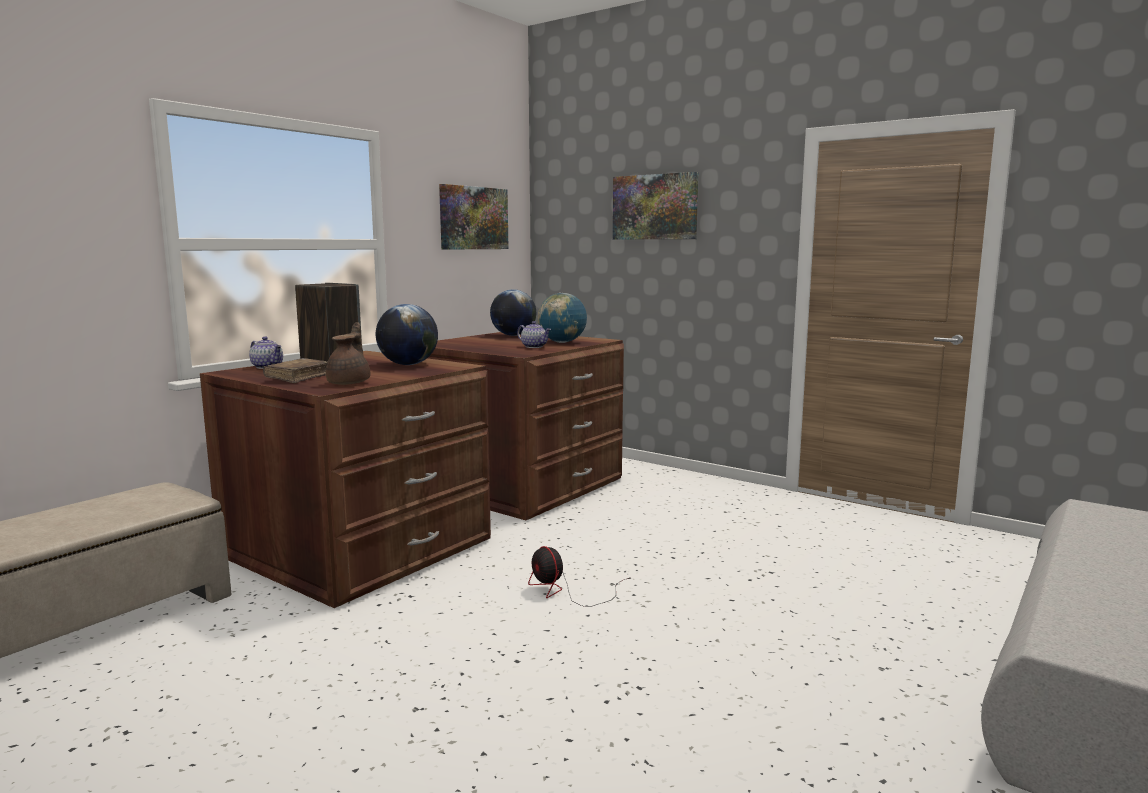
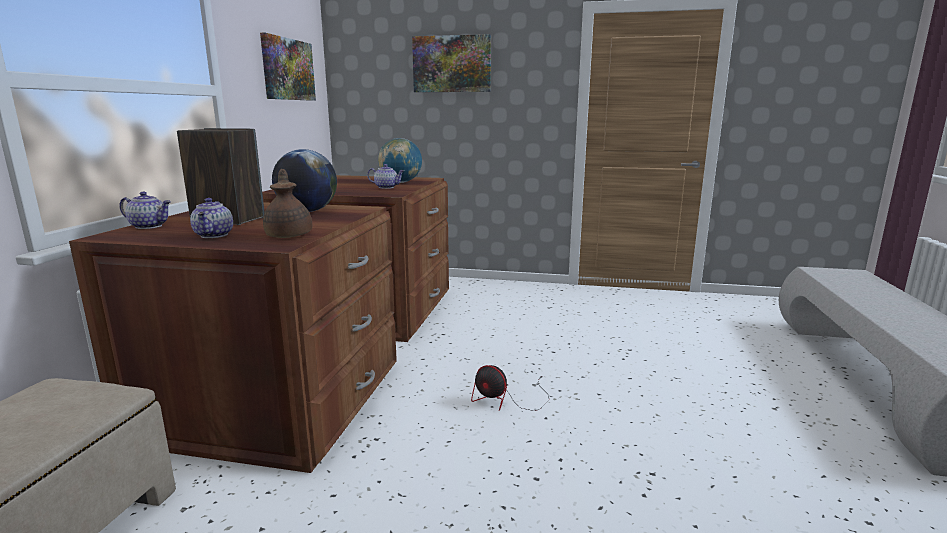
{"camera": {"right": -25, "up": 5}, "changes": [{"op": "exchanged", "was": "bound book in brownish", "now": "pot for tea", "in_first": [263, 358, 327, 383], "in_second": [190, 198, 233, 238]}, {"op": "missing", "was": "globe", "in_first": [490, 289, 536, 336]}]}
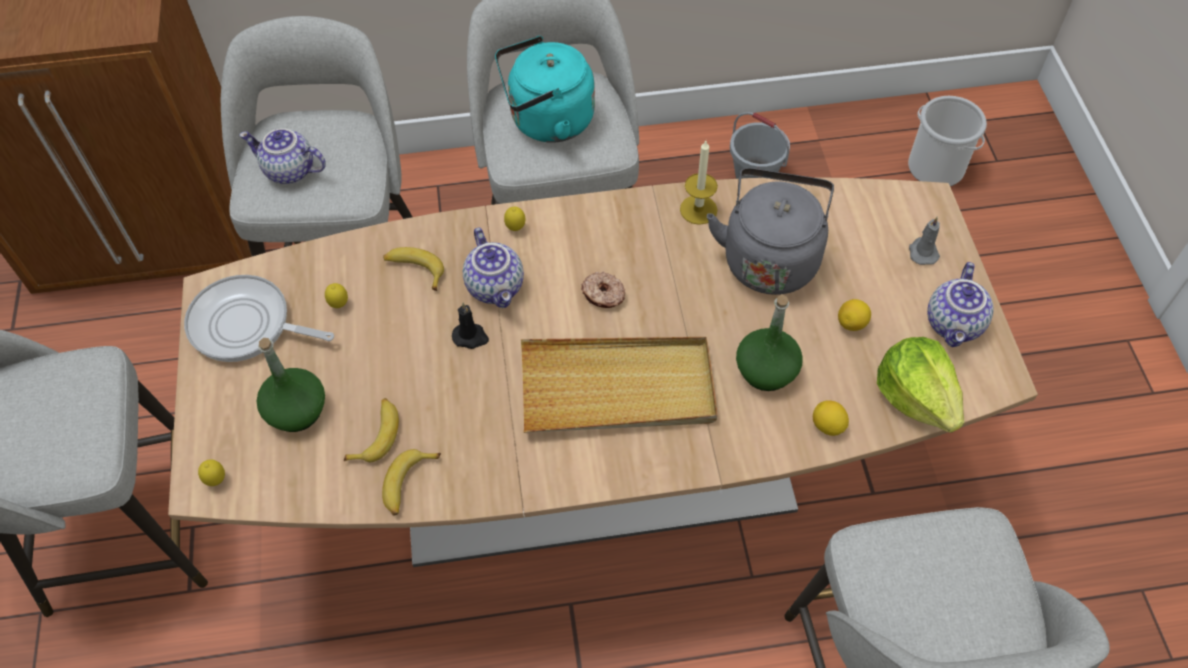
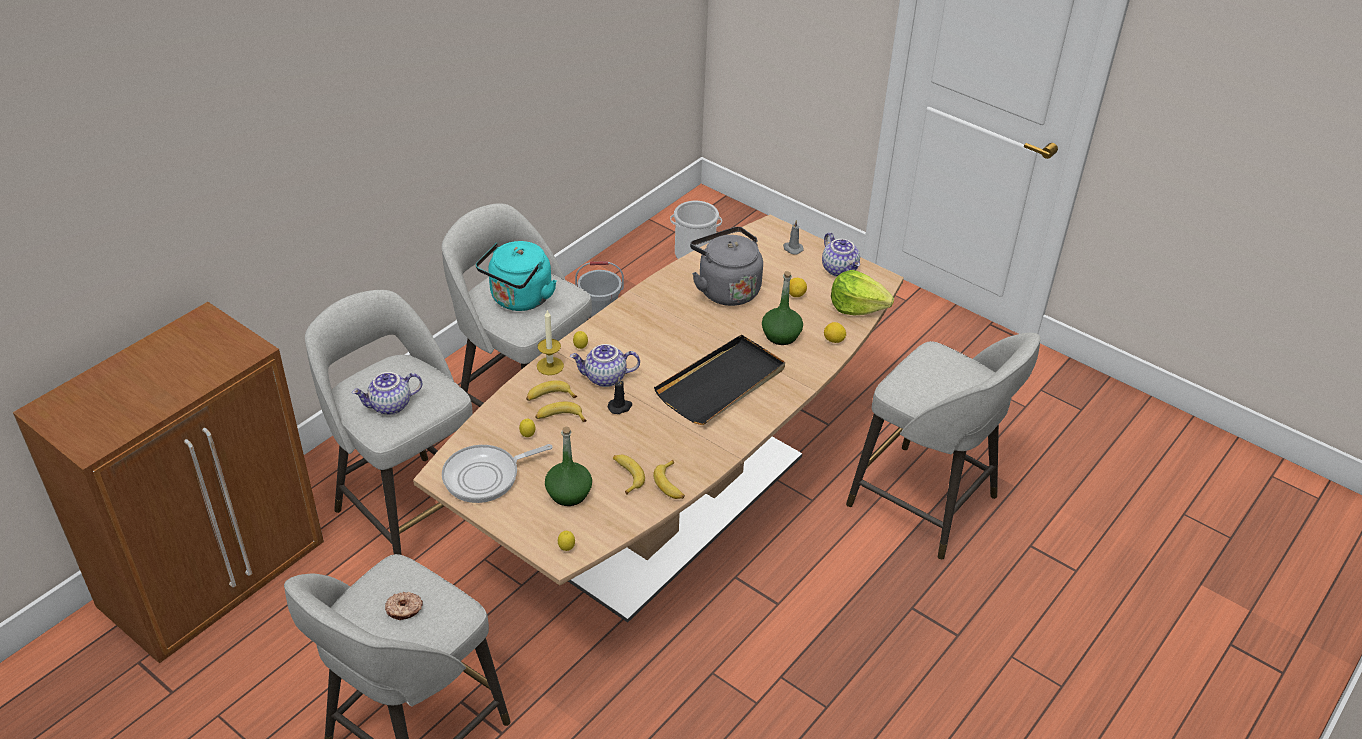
{"camera": {"right": -45, "up": -15}, "changes": [{"op": "spun", "was": "pot for tea", "in_first": [463, 228, 524, 308], "in_second": [570, 344, 640, 387], "clockwise": 150}, {"op": "colour", "was": "carrying tray in sand-coloured", "now": "carrying tray in blackish", "in_first": [521, 337, 717, 433], "in_second": [654, 334, 785, 425]}, {"op": "relocated", "was": "doughnut", "in_first": [581, 272, 625, 308], "in_second": [385, 592, 423, 620]}, {"op": "relocated", "was": "wax candle", "in_first": [680, 141, 718, 225], "in_second": [537, 309, 564, 375]}, {"op": "appeared", "now": "banana fruit", "in_second": [535, 402, 587, 422]}]}
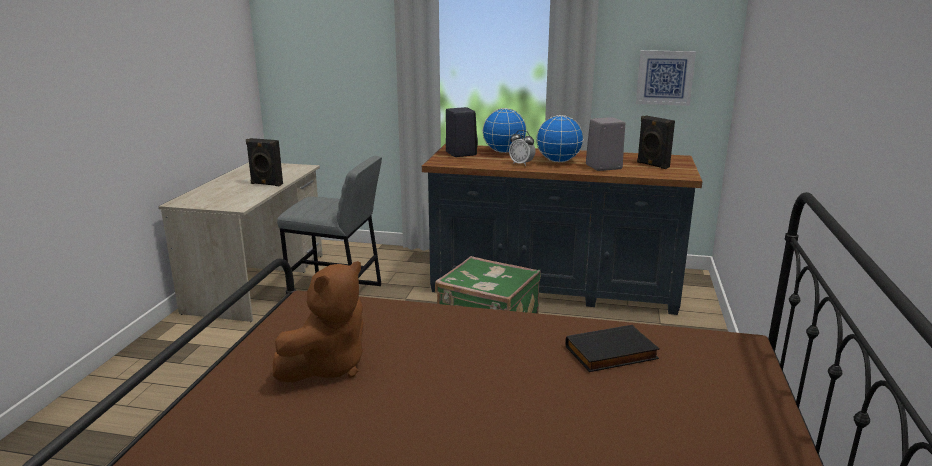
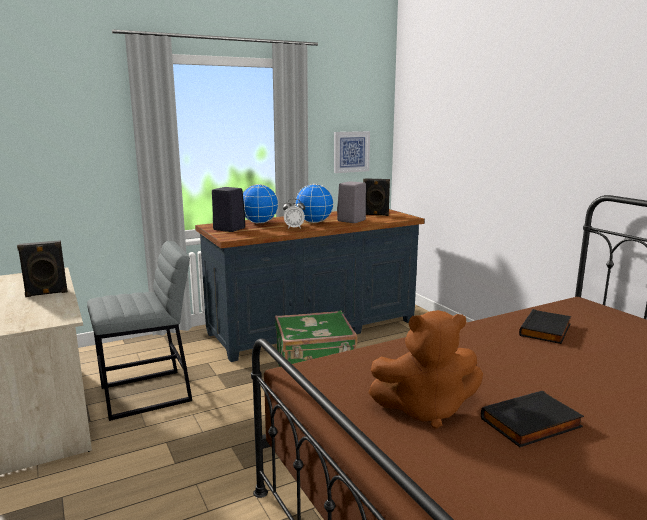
{"camera": {"right": -40, "up": -5}, "changes": [{"op": "spun", "was": "soft toy in brownish", "in_first": [273, 261, 364, 383], "in_second": [368, 310, 483, 429], "clockwise": 90}, {"op": "appeared", "now": "bound book in blackish", "in_second": [481, 391, 584, 447]}]}
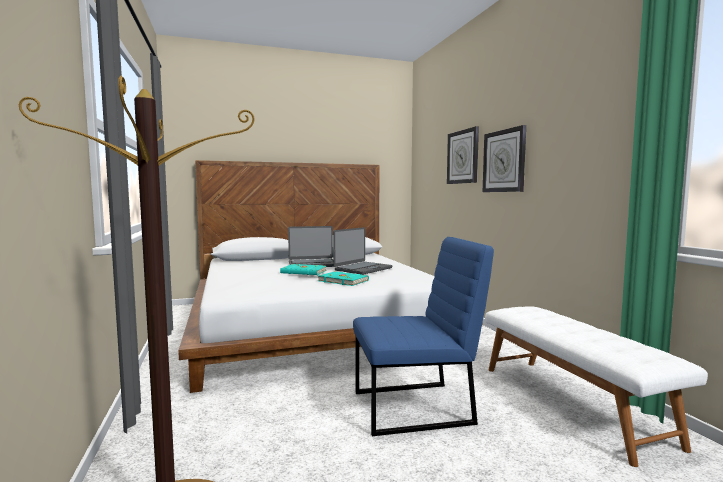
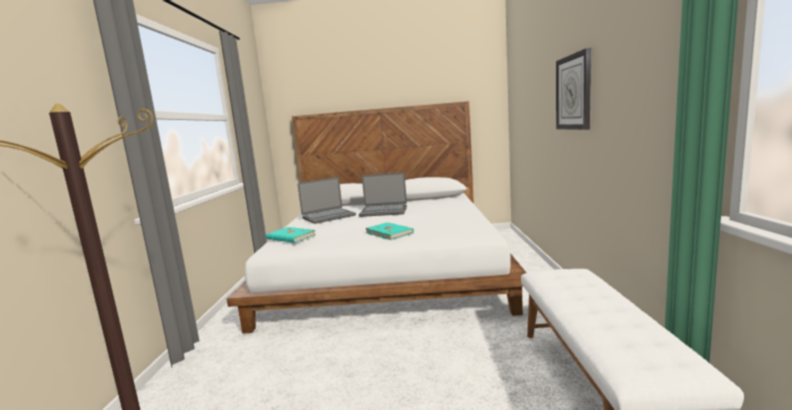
{"camera": {"right": 20, "up": 5}, "changes": [{"op": "relocated", "was": "bound book in turquoise-coloured", "in_first": [280, 264, 327, 275], "in_second": [266, 227, 316, 243]}, {"op": "relocated", "was": "notebook computer", "in_first": [333, 227, 392, 275], "in_second": [298, 177, 356, 224]}, {"op": "missing", "was": "upright chair in blue-coloured", "in_first": [353, 237, 494, 436]}, {"op": "missing", "was": "hanging clock", "in_first": [447, 126, 479, 184]}]}
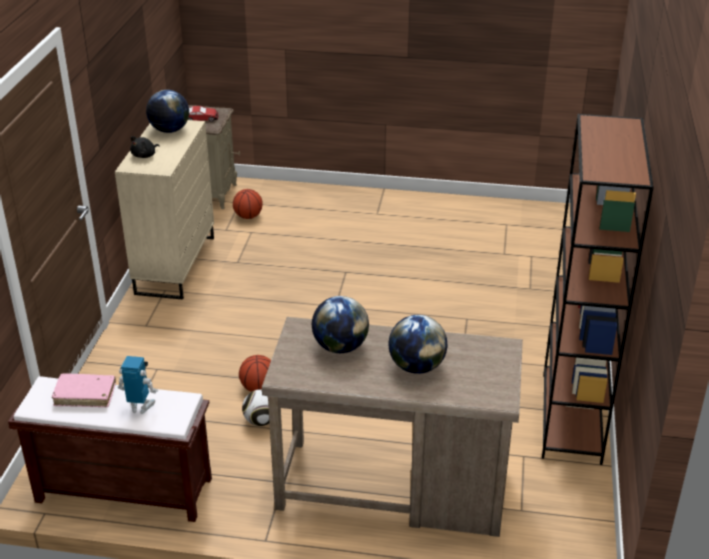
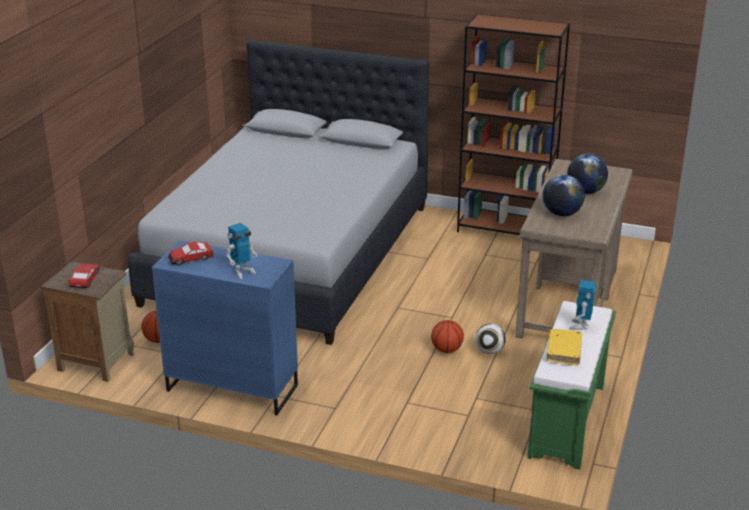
{"camera": {"right": -80, "up": -5}, "changes": [{"op": "colour", "was": "bench in brownish", "now": "bench in green", "in_first": [8, 376, 212, 522], "in_second": [527, 301, 615, 470]}, {"op": "colour", "was": "bound book in pink", "now": "bound book in yellowish", "in_first": [52, 373, 116, 407], "in_second": [547, 329, 582, 365]}, {"op": "colour", "was": "chest of drawers in sand-coloured", "now": "chest of drawers in blue-coloured", "in_first": [115, 120, 214, 300], "in_second": [152, 240, 298, 416]}, {"op": "exchanged", "was": "soft toy in blackish", "now": "robot figure", "in_first": [130, 136, 160, 158], "in_second": [226, 223, 257, 279]}, {"op": "exchanged", "was": "globe", "now": "toy car", "in_first": [146, 90, 189, 133], "in_second": [168, 242, 214, 266]}, {"op": "appeared", "now": "bed in gray", "in_second": [127, 39, 429, 345]}]}
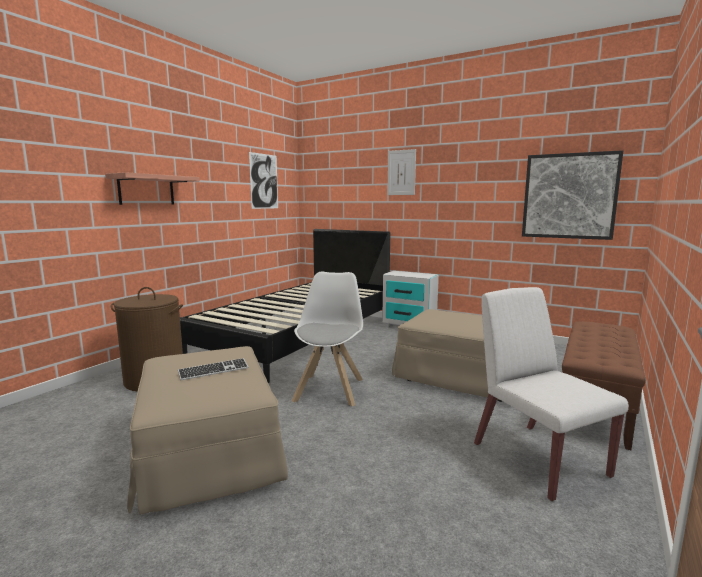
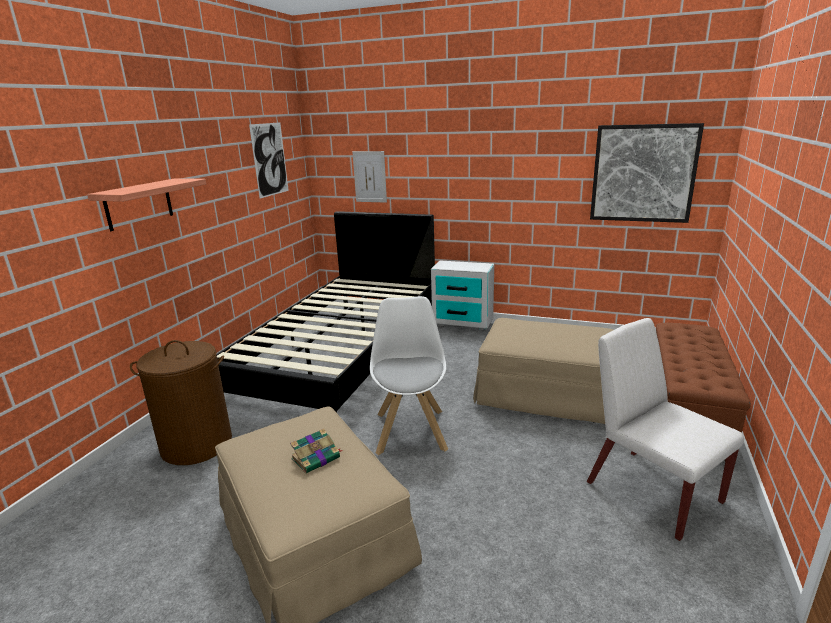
{"camera": {"right": -10, "up": 10}, "changes": [{"op": "exchanged", "was": "keyboard", "now": "bound book", "in_first": [178, 358, 249, 380], "in_second": [290, 428, 343, 474]}, {"op": "relocated", "was": "picture", "in_first": [387, 149, 416, 195], "in_second": [352, 151, 387, 203]}]}
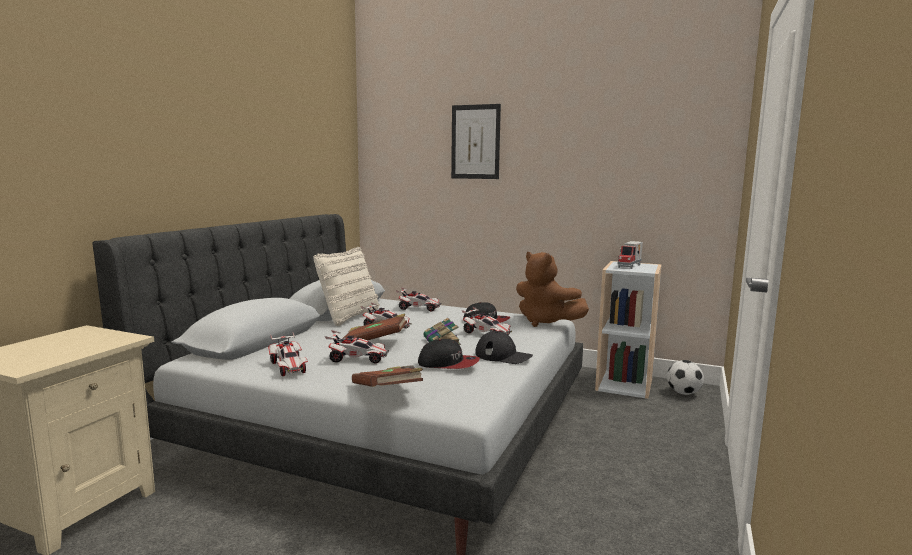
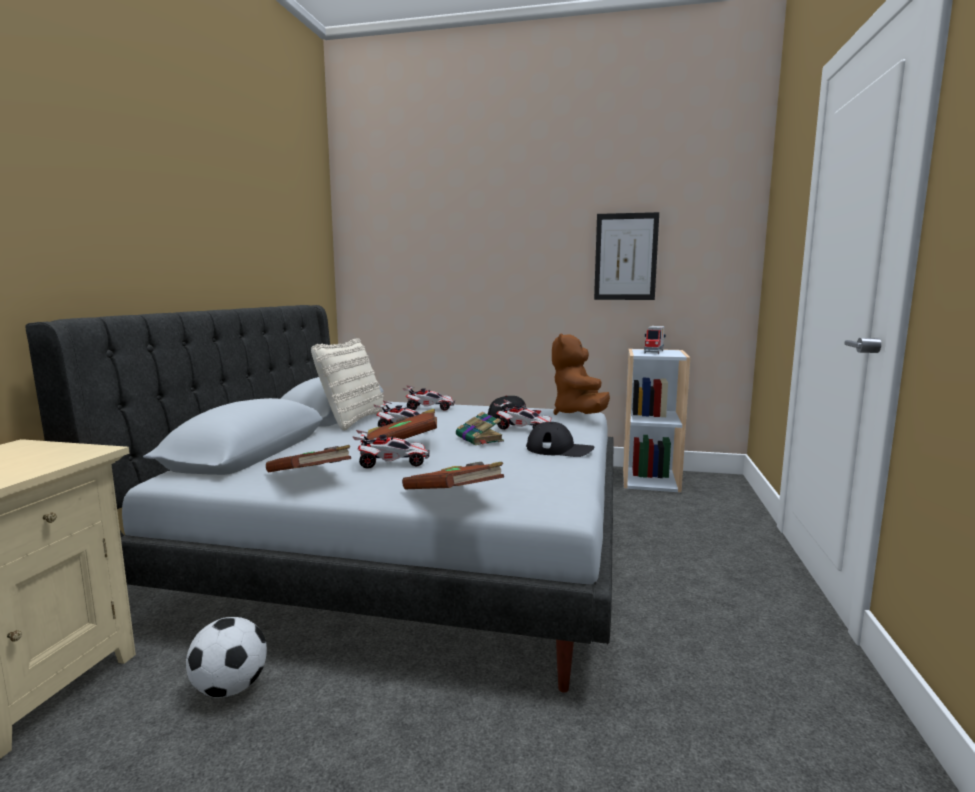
{"camera": {"right": -10, "up": 0}, "changes": [{"op": "exchanged", "was": "toy car", "now": "bound book in brownish", "in_first": [268, 332, 308, 376], "in_second": [266, 445, 351, 472]}, {"op": "missing", "was": "peaked cap", "in_first": [418, 339, 480, 369]}, {"op": "relocated", "was": "picture", "in_first": [451, 104, 501, 179], "in_second": [594, 212, 659, 300]}, {"op": "spun", "was": "soft toy in brownish", "in_first": [516, 252, 589, 327], "in_second": [552, 334, 610, 415], "clockwise": 60}, {"op": "relocated", "was": "football", "in_first": [667, 360, 704, 395], "in_second": [186, 617, 267, 698]}]}
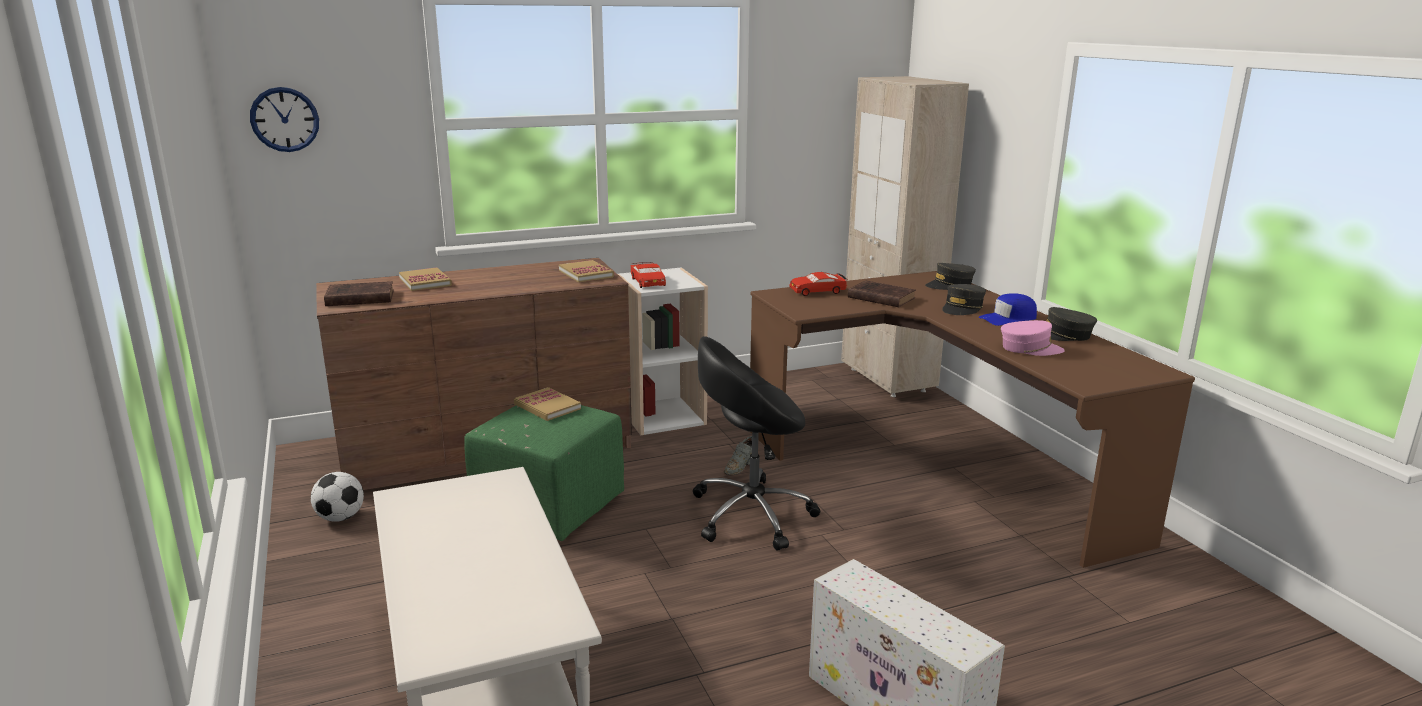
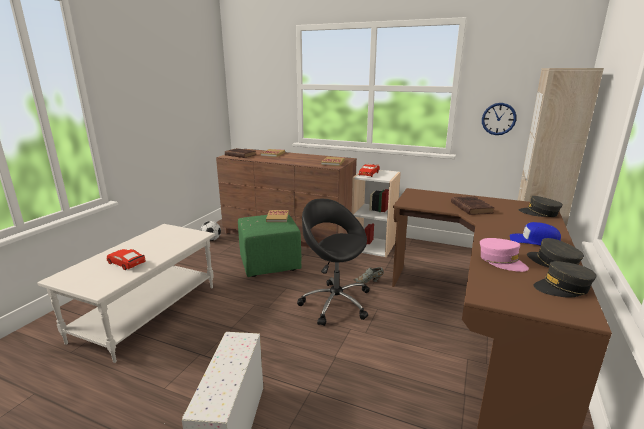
{"camera": {"right": 45, "up": 0}, "changes": [{"op": "relocated", "was": "hanging clock", "in_first": [250, 87, 319, 152], "in_second": [482, 103, 516, 135]}, {"op": "relocated", "was": "toy car in red", "in_first": [789, 272, 847, 296], "in_second": [107, 249, 146, 270]}, {"op": "relocated", "was": "peaked cap in gray", "in_first": [942, 284, 986, 315], "in_second": [533, 261, 596, 298]}]}
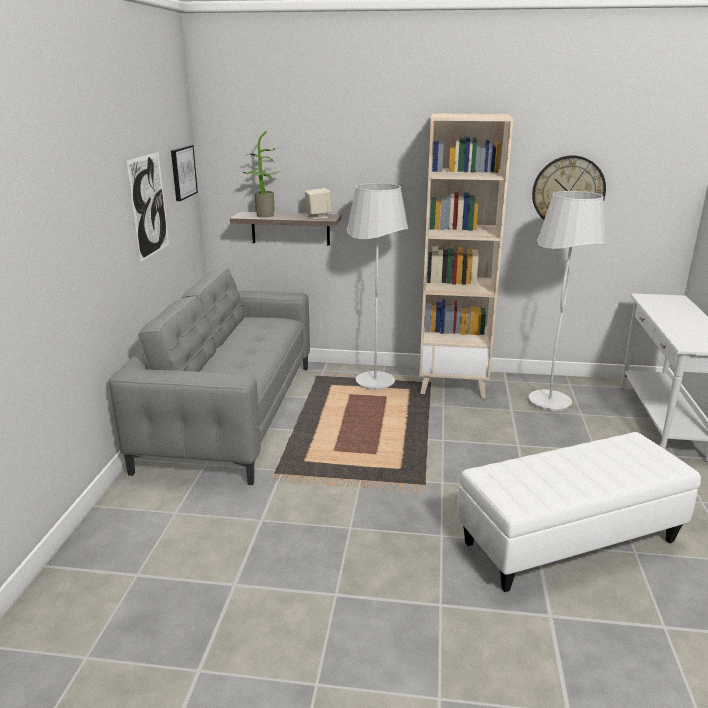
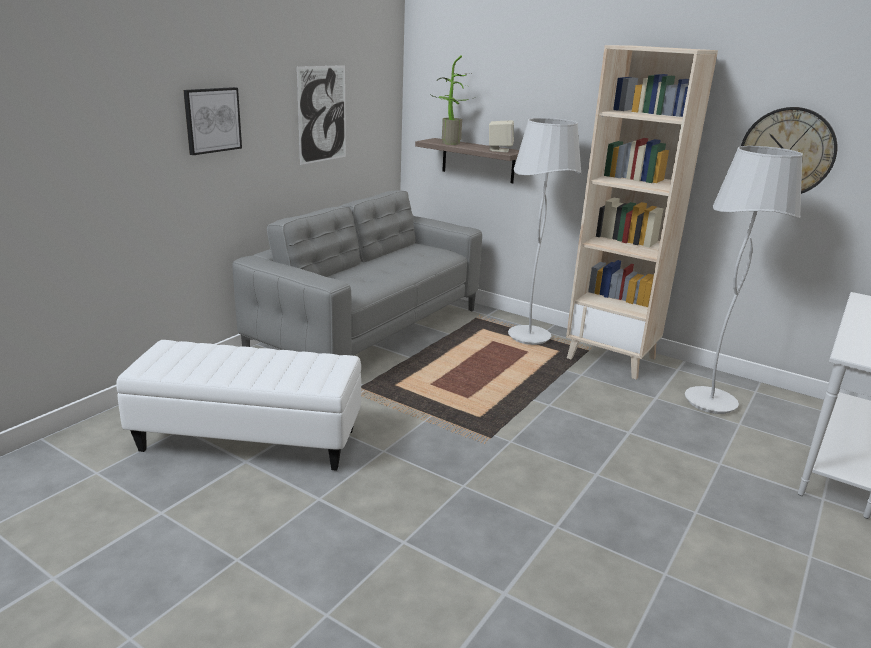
{"camera": {"right": 25, "up": 0}, "changes": [{"op": "relocated", "was": "picture", "in_first": [171, 145, 198, 201], "in_second": [183, 87, 242, 155]}, {"op": "relocated", "was": "footrest in white-coloured", "in_first": [456, 432, 701, 592], "in_second": [116, 340, 361, 471]}]}
